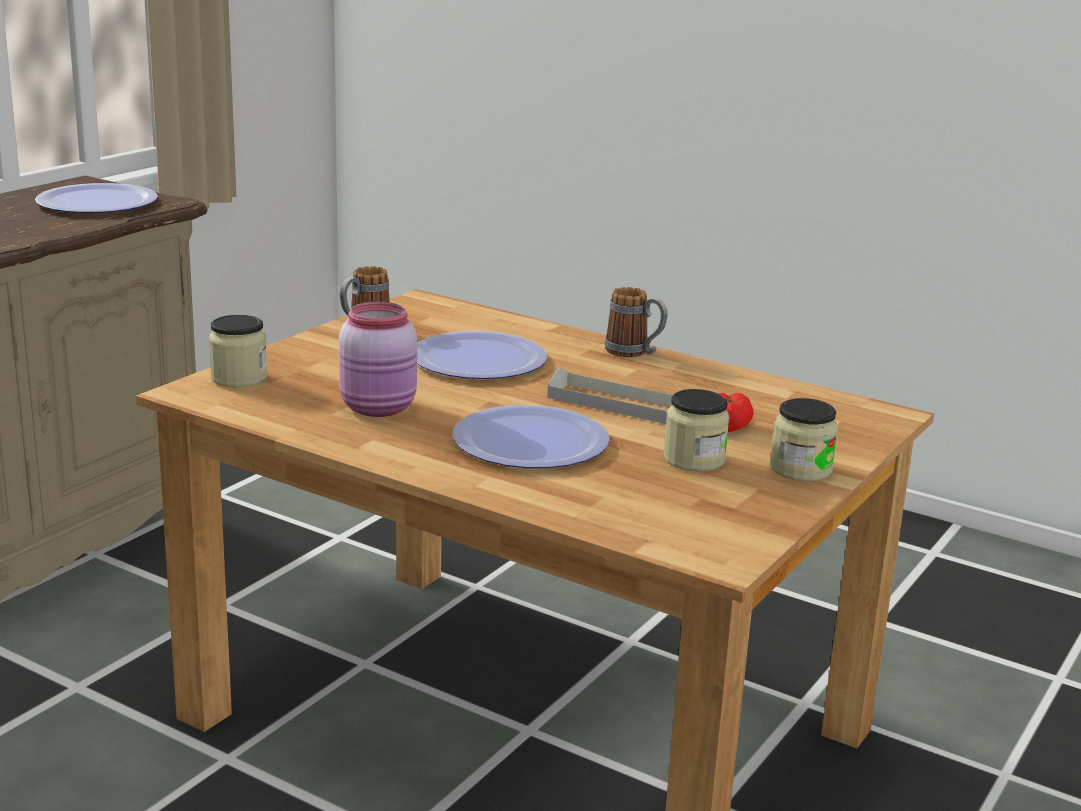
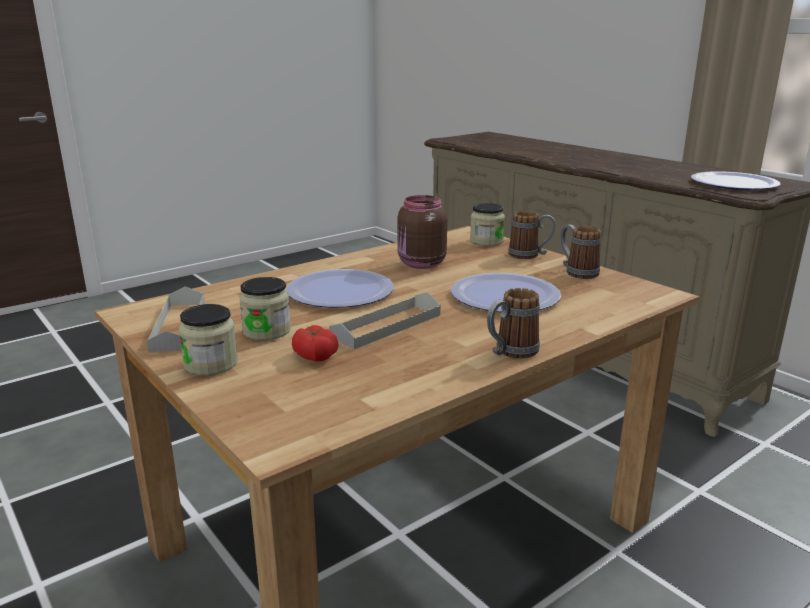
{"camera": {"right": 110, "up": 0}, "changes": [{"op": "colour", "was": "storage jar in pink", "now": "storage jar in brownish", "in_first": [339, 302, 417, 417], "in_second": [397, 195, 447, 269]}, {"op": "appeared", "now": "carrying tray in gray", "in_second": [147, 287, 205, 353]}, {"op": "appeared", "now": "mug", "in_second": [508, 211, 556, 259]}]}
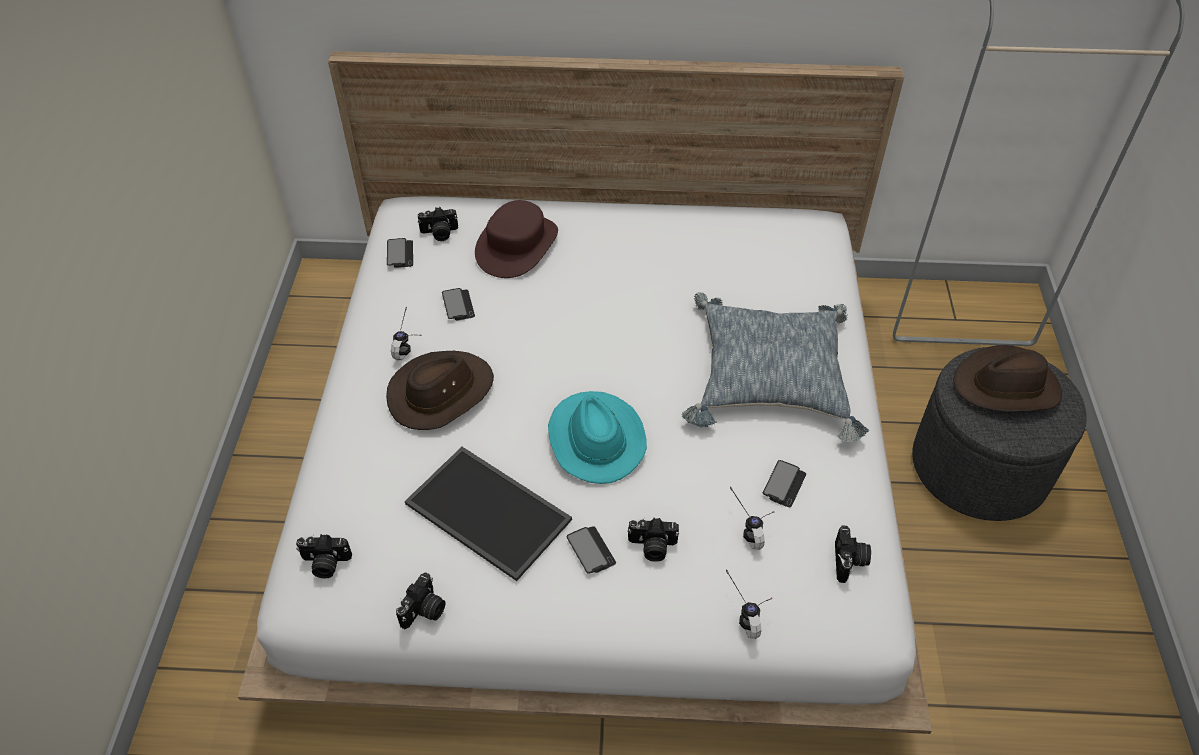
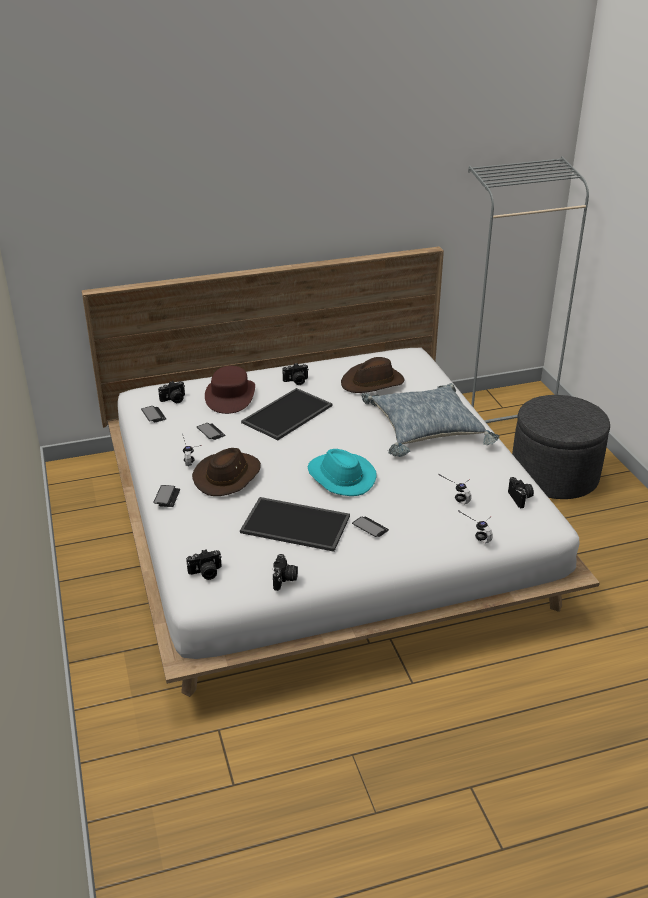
{"camera": {"right": -20, "up": -15}, "changes": [{"op": "relocated", "was": "photo camera", "in_first": [628, 518, 679, 562], "in_second": [282, 363, 309, 385]}, {"op": "relocated", "was": "handset", "in_first": [763, 460, 806, 507], "in_second": [153, 485, 180, 507]}, {"op": "relocated", "was": "clothing hat in brownish", "in_first": [953, 345, 1062, 412], "in_second": [341, 357, 405, 393]}, {"op": "appeared", "now": "carrying tray", "in_second": [241, 388, 332, 440]}]}
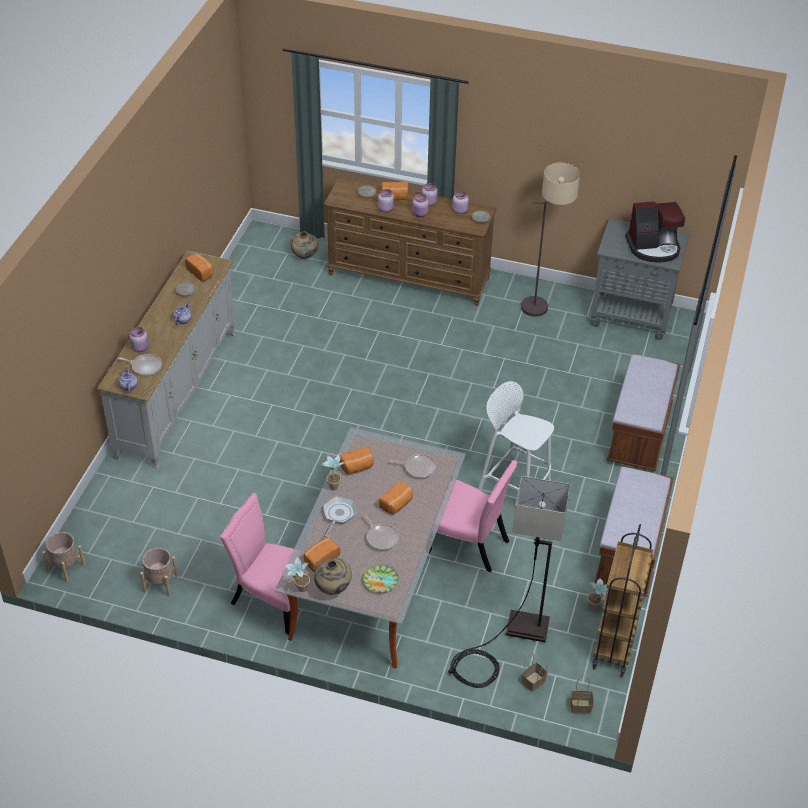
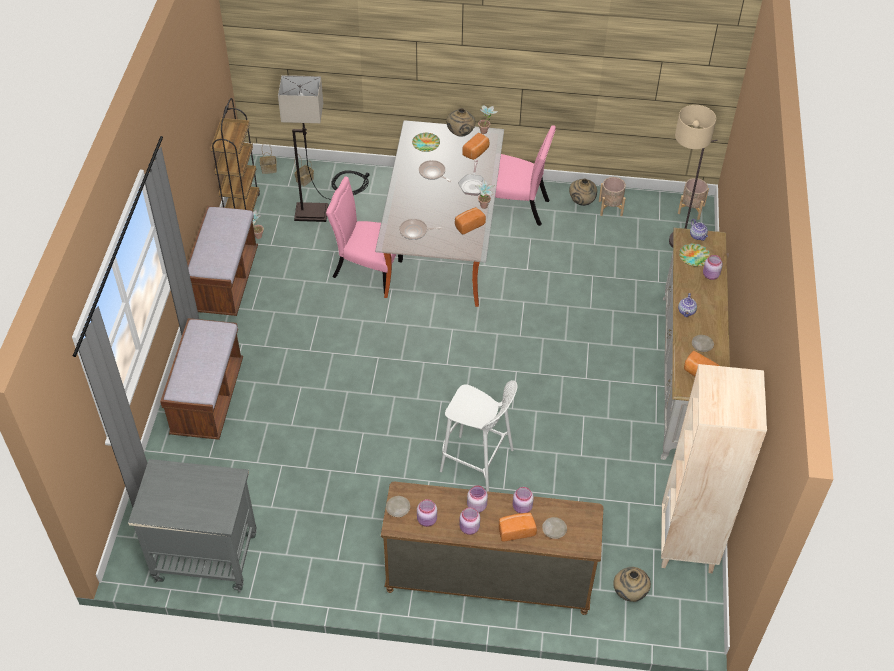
{"camera": {"right": 170, "up": 5}, "changes": [{"op": "exchanged", "was": "pan", "now": "plate", "in_first": [118, 354, 162, 376], "in_second": [679, 243, 710, 266]}, {"op": "missing", "was": "bakery bread", "in_first": [379, 481, 413, 514]}, {"op": "relocated", "was": "sitting stool in white-coloured", "in_first": [478, 381, 554, 507], "in_second": [440, 380, 518, 492]}, {"op": "relocated", "was": "standard lamp in sand-coloured", "in_first": [521, 163, 580, 317], "in_second": [669, 105, 718, 248]}, {"op": "missing", "was": "coffee machine", "in_first": [625, 201, 685, 263]}, {"op": "appeared", "now": "decorative vase in sand-coloured", "in_second": [569, 179, 597, 206]}, {"op": "appeared", "now": "shelving unit in sand-coloured", "in_second": [661, 364, 767, 573]}]}
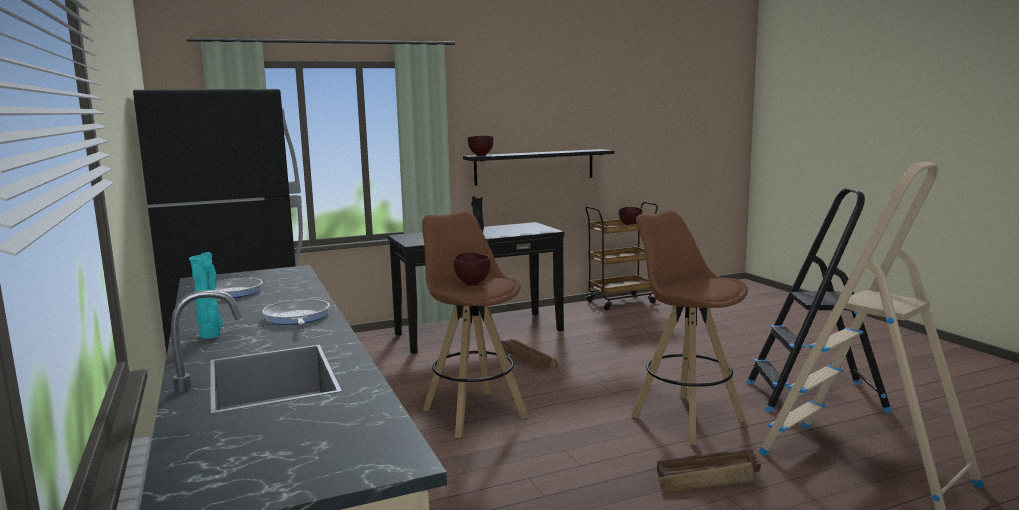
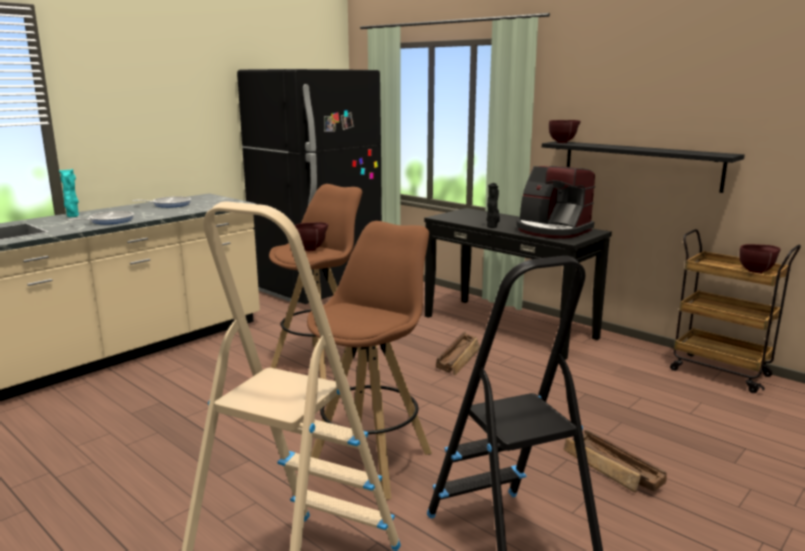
{"camera": {"right": 65, "up": 5}, "changes": [{"op": "relocated", "was": "packing crate", "in_first": [657, 449, 761, 492], "in_second": [564, 430, 667, 492]}, {"op": "appeared", "now": "coffee machine", "in_second": [516, 166, 595, 239]}]}
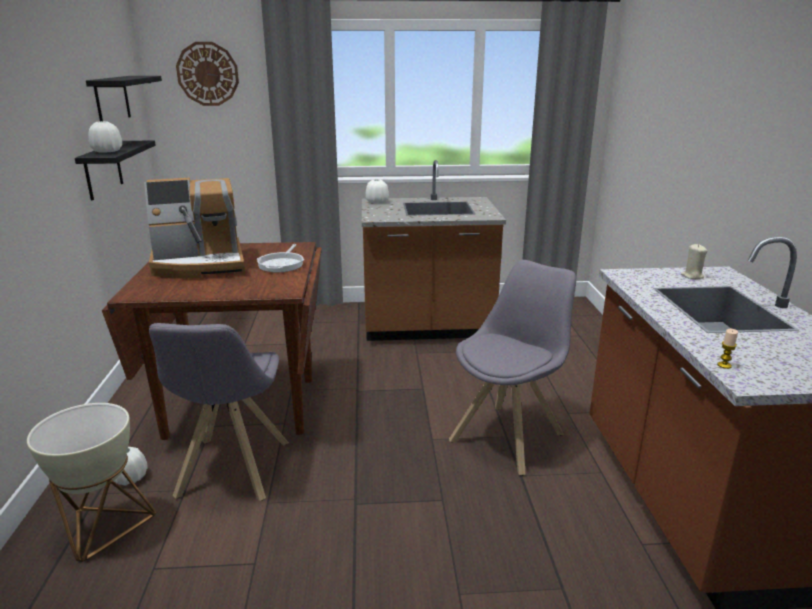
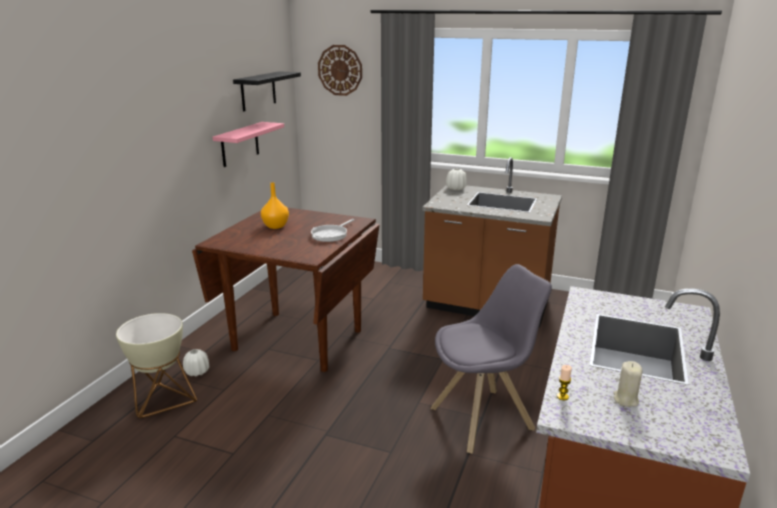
{"camera": {"right": 25, "up": 0}, "changes": [{"op": "colour", "was": "shelf in blackish", "now": "shelf in pink", "in_first": [75, 141, 156, 201], "in_second": [213, 122, 284, 167]}, {"op": "missing", "was": "decorative vase in white-coloured", "in_first": [89, 121, 122, 153]}, {"op": "exchanged", "was": "coffee machine", "now": "decorative vase in orangey", "in_first": [144, 178, 245, 278], "in_second": [261, 182, 289, 229]}, {"op": "missing", "was": "upright chair in gray", "in_first": [149, 323, 289, 501]}, {"op": "relocated", "was": "wax candle in sand-coloured", "in_first": [681, 244, 707, 279], "in_second": [613, 361, 643, 407]}]}
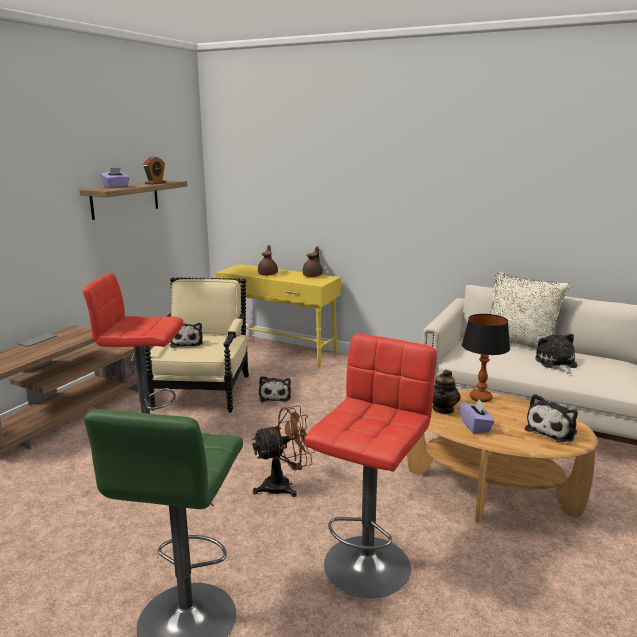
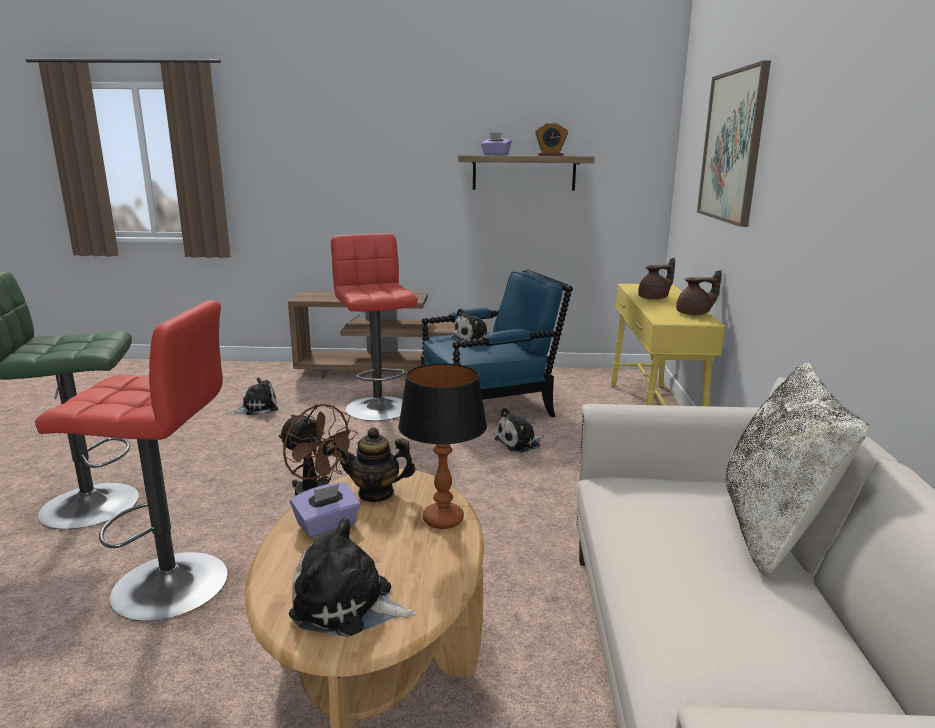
{"camera": {"right": 65, "up": 0}, "changes": [{"op": "colour", "was": "lounge chair in sand-coloured", "now": "lounge chair in blue-coloured", "in_first": [145, 277, 249, 413], "in_second": [421, 269, 573, 417]}, {"op": "relocated", "was": "soft toy", "in_first": [535, 334, 577, 374], "in_second": [229, 378, 278, 415]}, {"op": "appeared", "now": "picture", "in_second": [697, 61, 771, 227]}]}
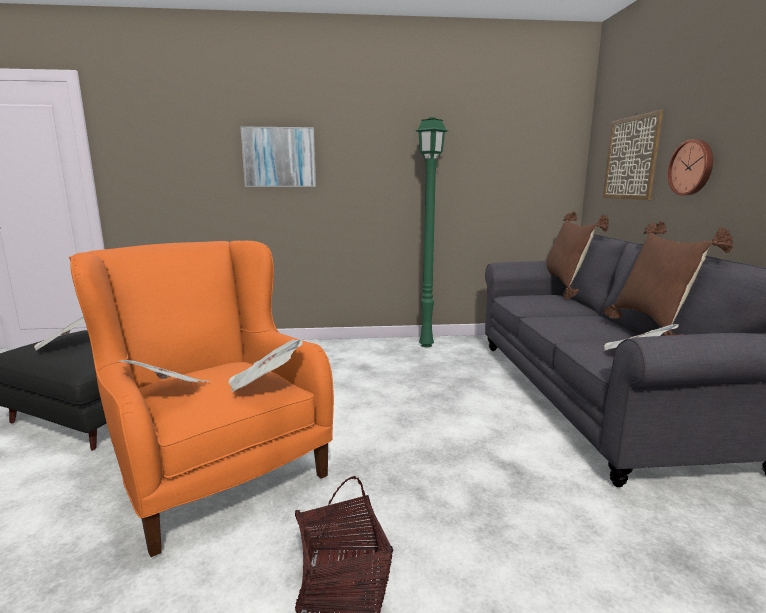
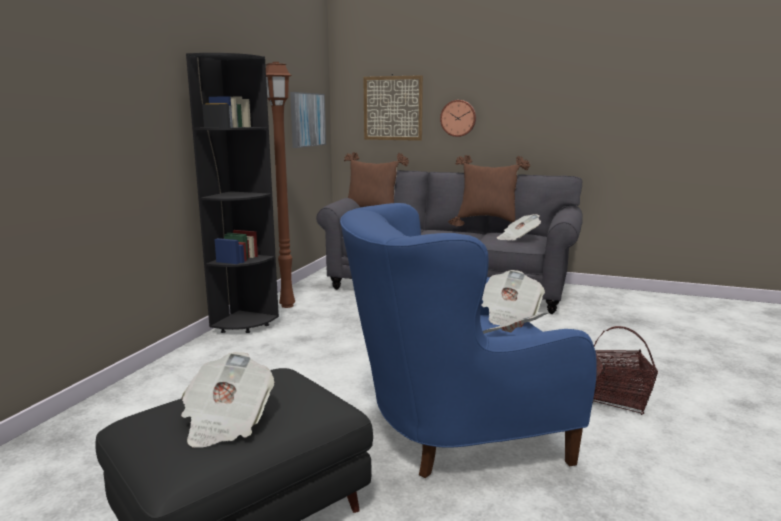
{"camera": {"right": -65, "up": 0}, "changes": [{"op": "colour", "was": "lounge chair in orangey", "now": "lounge chair in blue-coloured", "in_first": [69, 241, 334, 557], "in_second": [340, 203, 597, 478]}, {"op": "relocated", "was": "picture", "in_first": [240, 126, 316, 187], "in_second": [290, 92, 326, 148]}, {"op": "colour", "was": "standard lamp in green", "now": "standard lamp in brownish", "in_first": [415, 117, 448, 347], "in_second": [266, 62, 295, 308]}, {"op": "appeared", "now": "shelving unit in blackish", "in_second": [186, 53, 279, 333]}]}
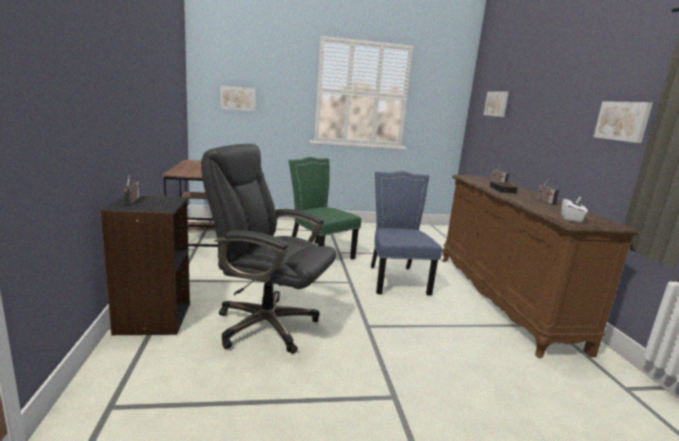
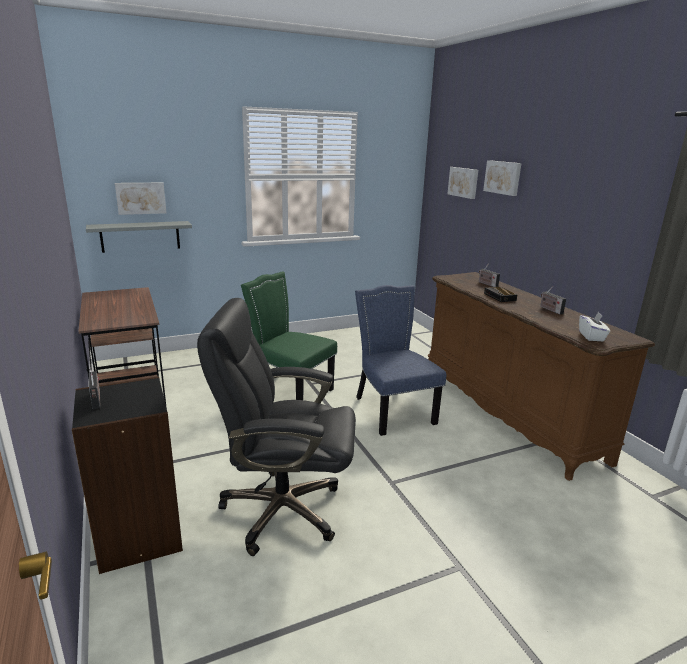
{"camera": {"right": -15, "up": 5}, "changes": [{"op": "relocated", "was": "picture", "in_first": [594, 101, 653, 143], "in_second": [483, 160, 521, 196]}, {"op": "appeared", "now": "shelf in gray", "in_second": [86, 221, 192, 253]}]}
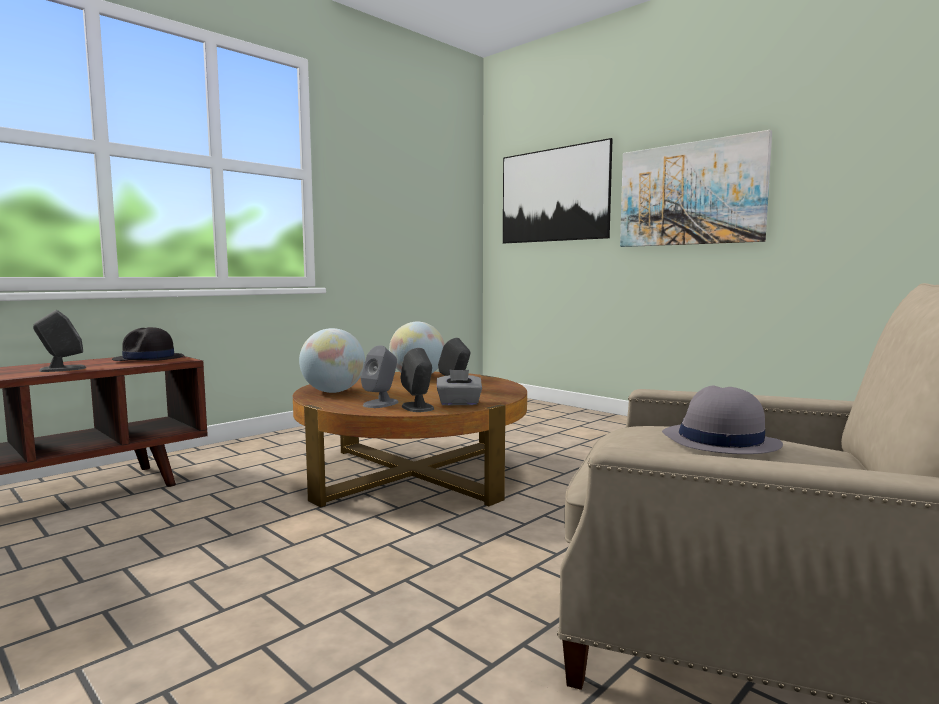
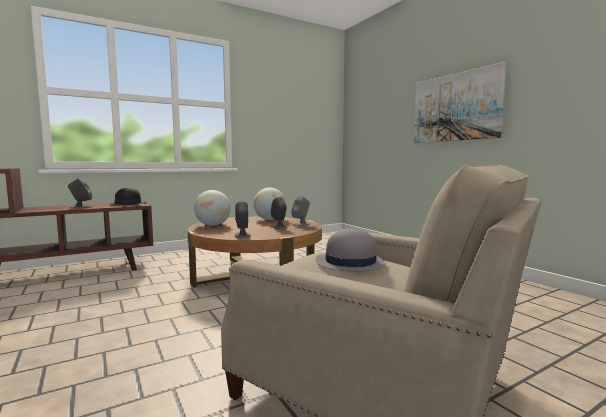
{"camera": {"right": 15, "up": 0}, "changes": [{"op": "relocated", "was": "loudspeaker in gray", "in_first": [361, 345, 399, 408], "in_second": [291, 195, 310, 226]}, {"op": "missing", "was": "tissue box in gray", "in_first": [437, 369, 482, 406]}, {"op": "missing", "was": "picture", "in_first": [503, 138, 613, 243]}]}
